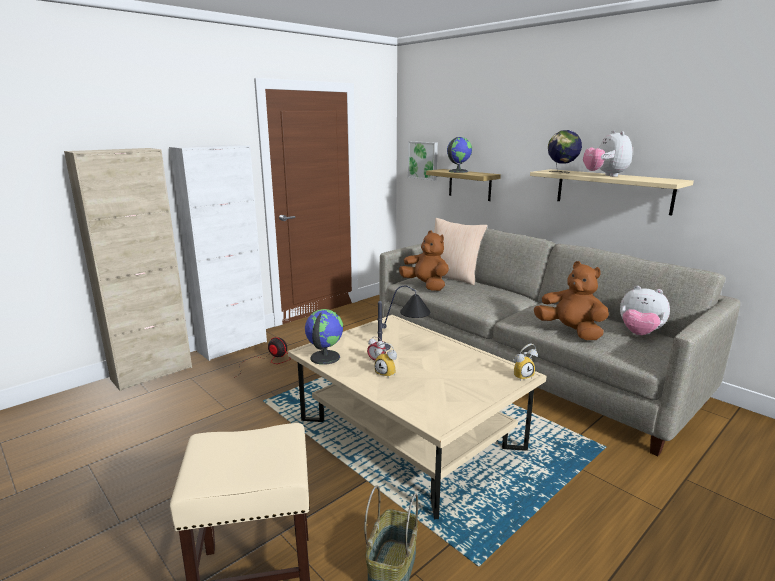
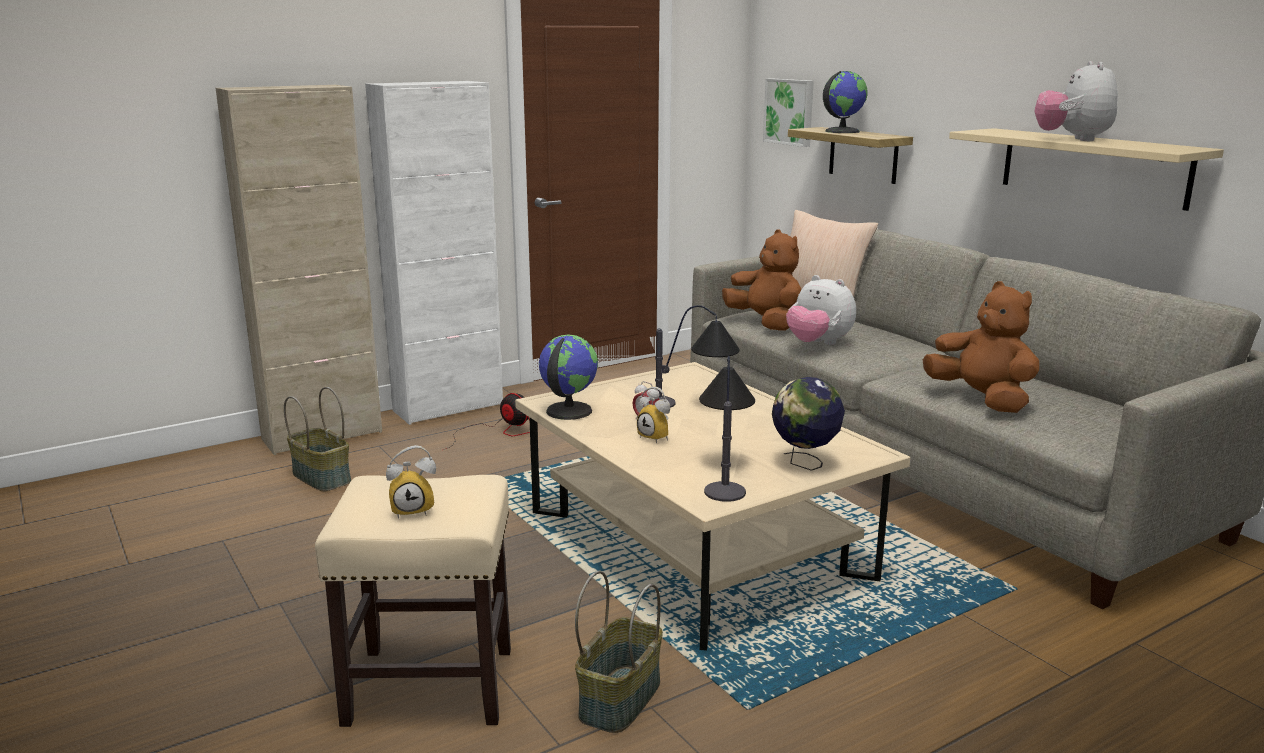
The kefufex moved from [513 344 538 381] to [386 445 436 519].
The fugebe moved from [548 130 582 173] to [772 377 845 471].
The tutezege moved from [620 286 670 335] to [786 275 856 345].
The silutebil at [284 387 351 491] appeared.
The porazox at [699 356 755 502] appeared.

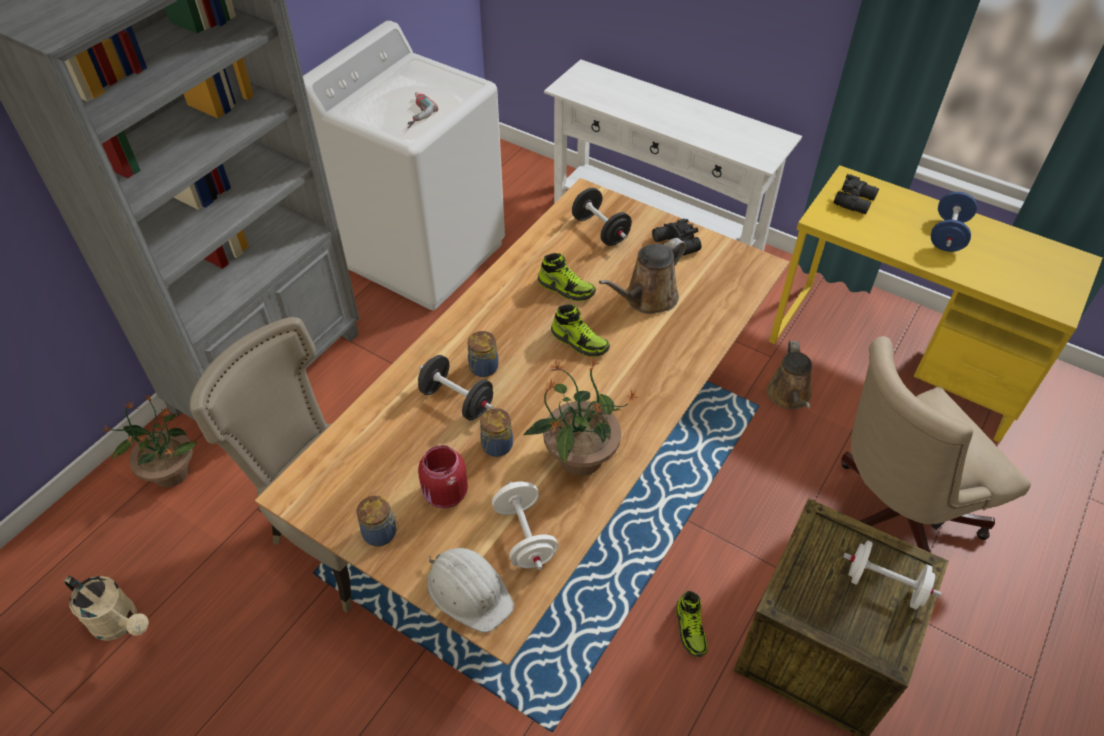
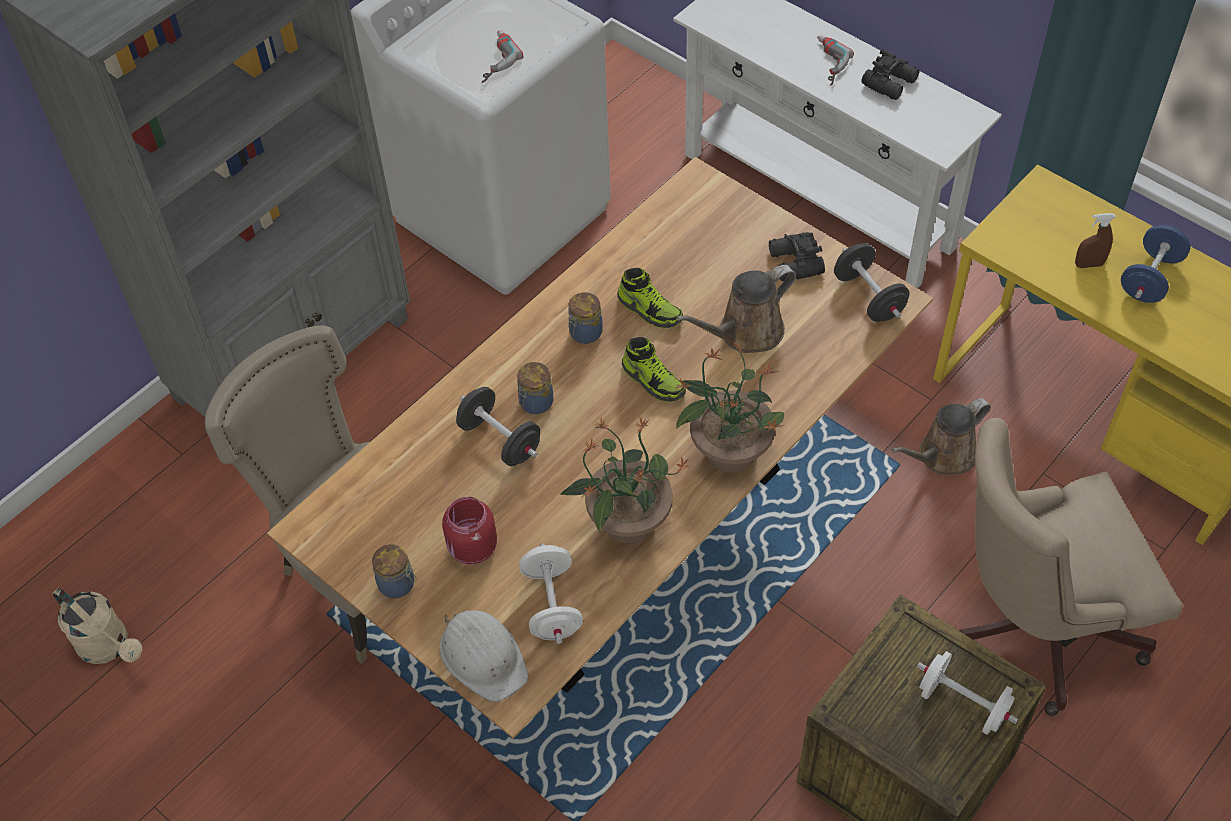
The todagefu moved from [101 395 197 488] to [675 342 784 473].
The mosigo moved from [480 408 513 457] to [568 292 603 344].
The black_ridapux moved from [572 188 632 246] to [834 243 910 322].
The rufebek at [676 591 708 657] disappeared.
The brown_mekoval at [767 341 812 410] turned 45 degrees clockwise.
The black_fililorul moved from [834 174 879 214] to [861 49 919 100].
The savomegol at [817 35 854 86] appeared.
The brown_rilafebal at [1075 213 1116 268] appeared.

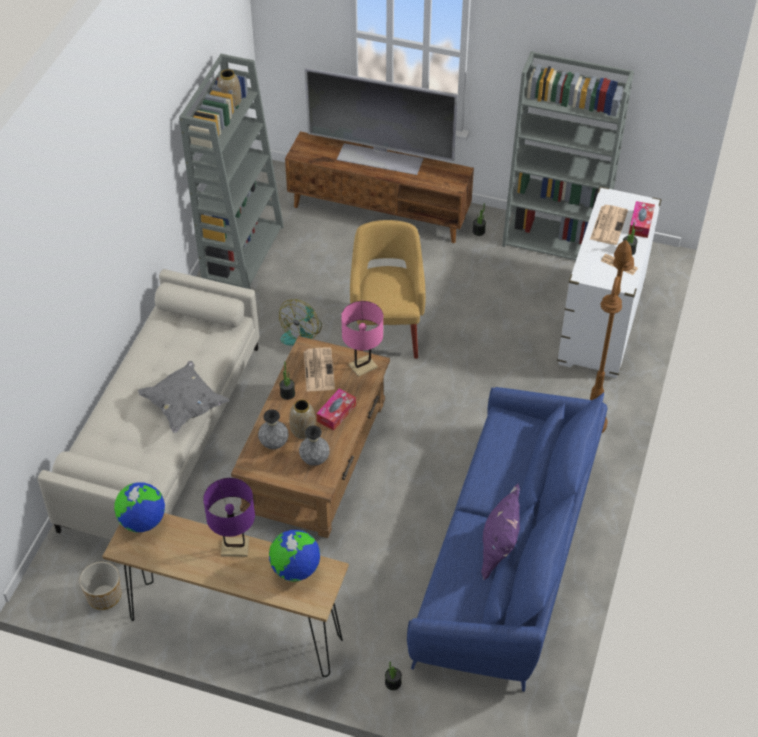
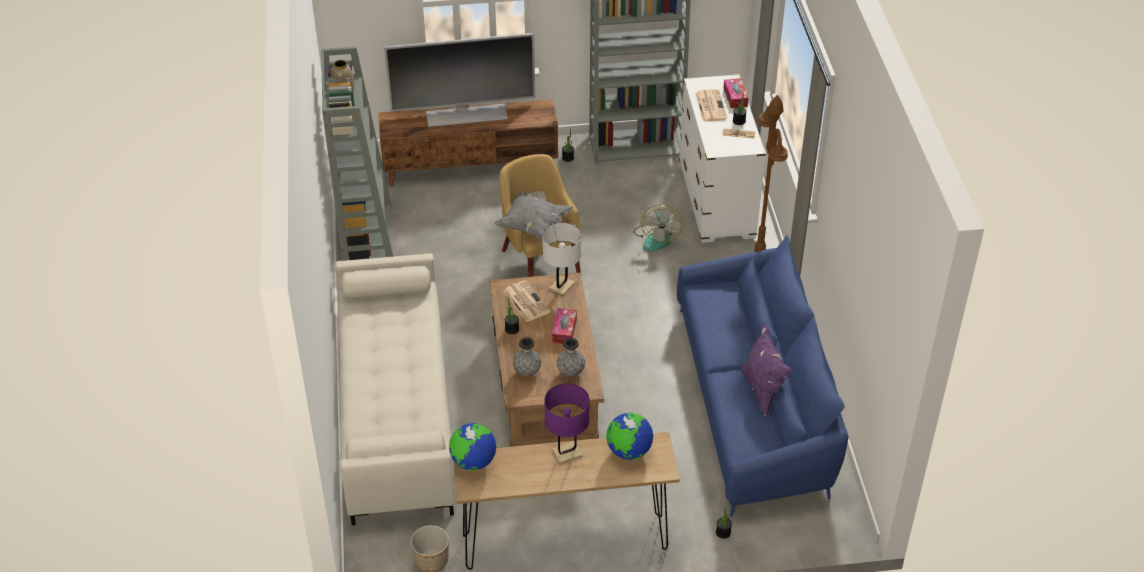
The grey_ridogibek moved from [138 361 230 433] to [494 191 574 241].
The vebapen moved from [279 299 322 346] to [633 204 684 252].
The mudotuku at [289 399 316 439] disappeared.
The pink_porazox at [341 301 383 377] became the white_porazox at [542 222 581 296].

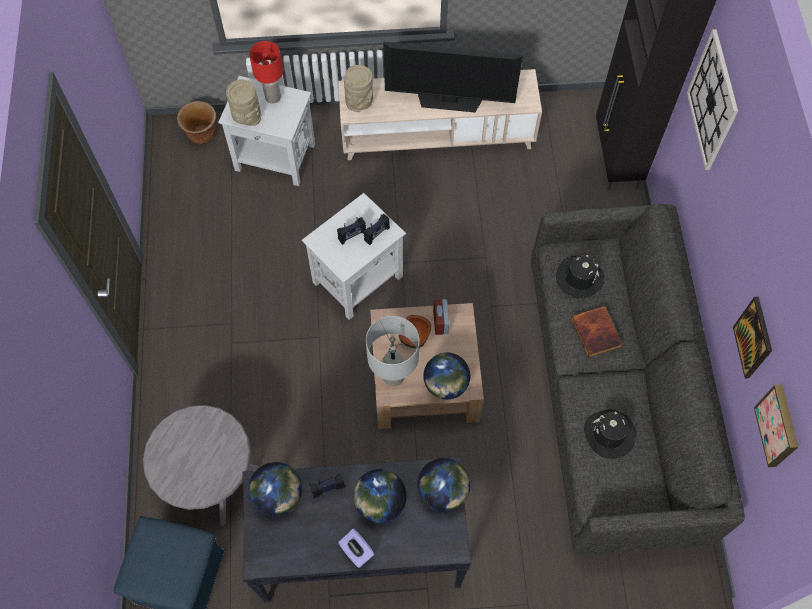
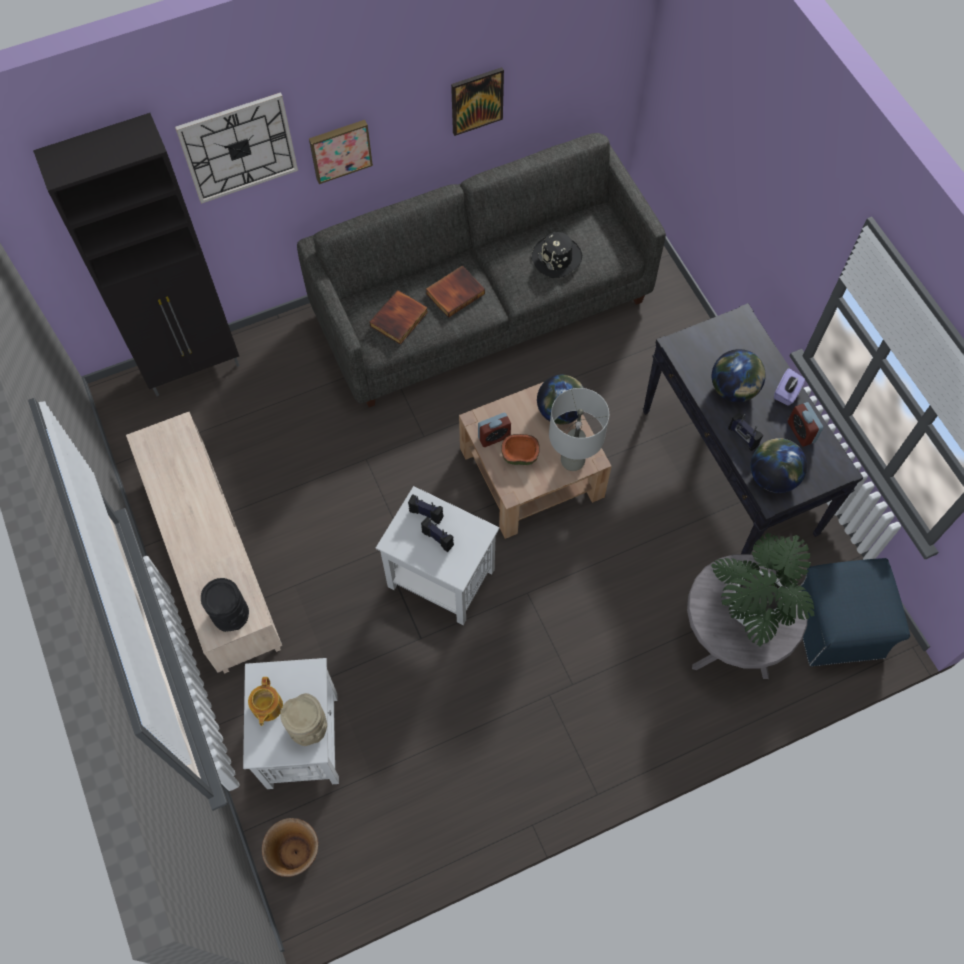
The red_porazox at [249 41 283 103] was replaced by the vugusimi at [248 677 283 726].
The beige_mudotuku at [344 65 373 112] became the black_mudotuku at [201 578 249 632].
The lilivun at [383 42 523 112] disappeared.
The fugebe at [417 458 470 512] disappeared.
The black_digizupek at [556 255 605 298] was replaced by the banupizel at [370 290 428 345].
The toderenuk moved from [754 384 798 467] to [309 120 373 184].
The todagefu at [711 533 815 646] appeared.
The kefufex at [788 402 823 447] appeared.

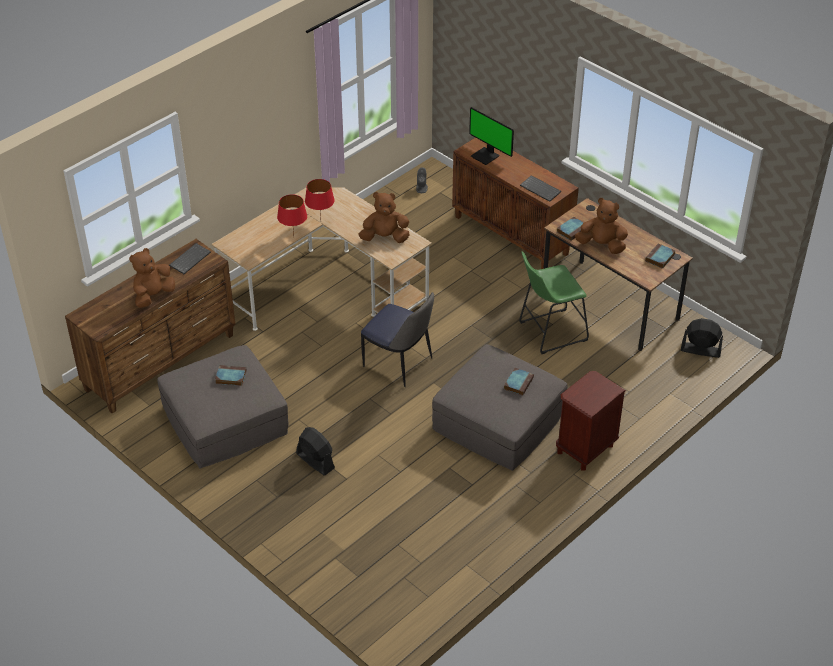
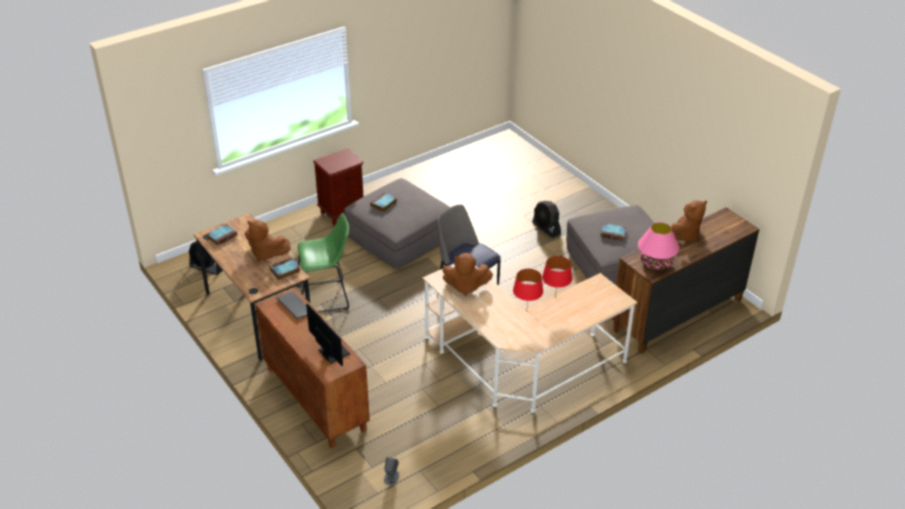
The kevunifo at [169 243 211 274] was replaced by the pink_porazox at [638 222 679 270].

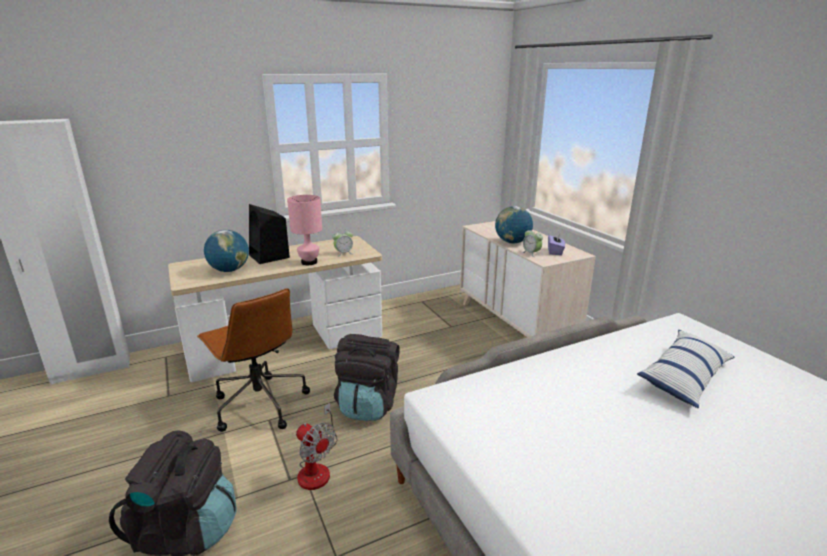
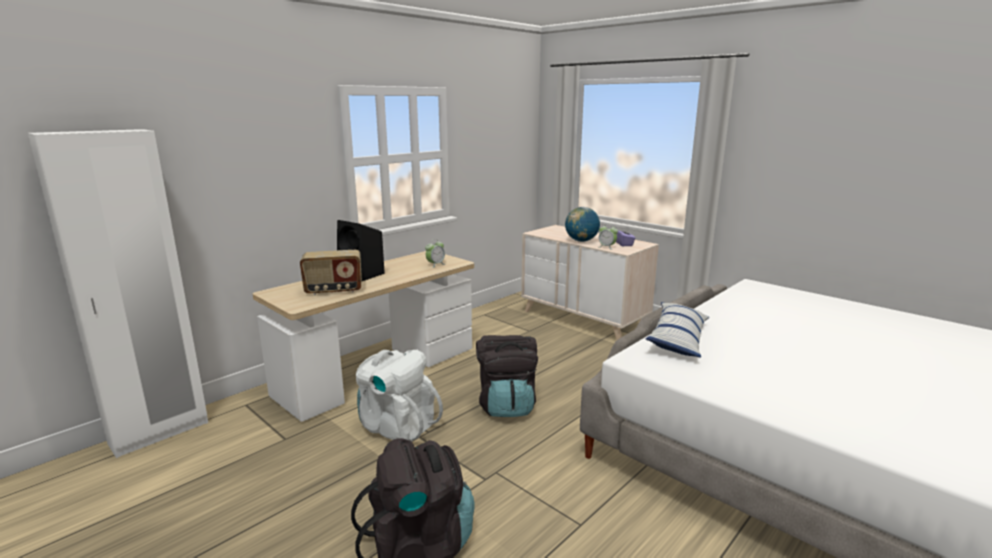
The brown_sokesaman at [197 288 310 432] was replaced by the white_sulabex at [356 350 443 442].
The fugebe at [204 230 249 272] was replaced by the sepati at [300 250 362 295].
The pink_porazox at [287 195 322 265] disappeared.
The vebapen at [296 403 337 490] disappeared.
The ridogibek moved from [637 330 734 408] to [646 302 709 358].

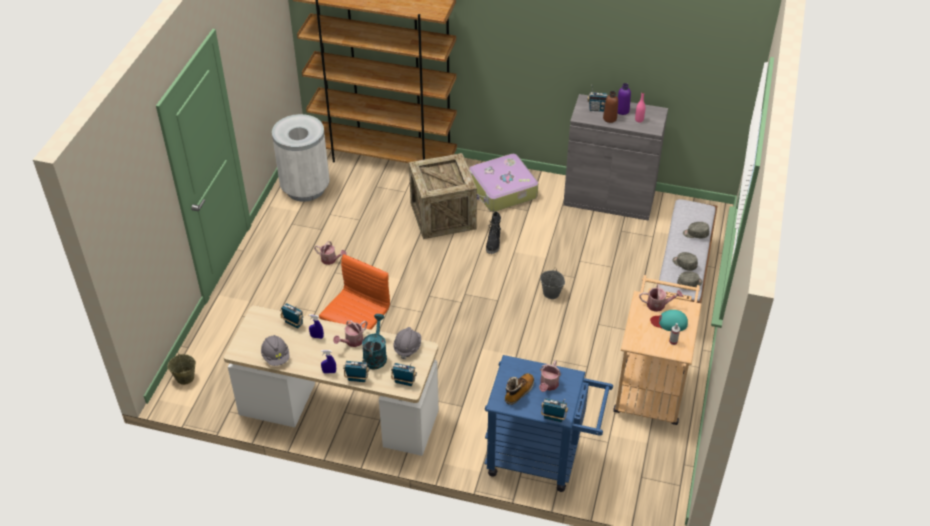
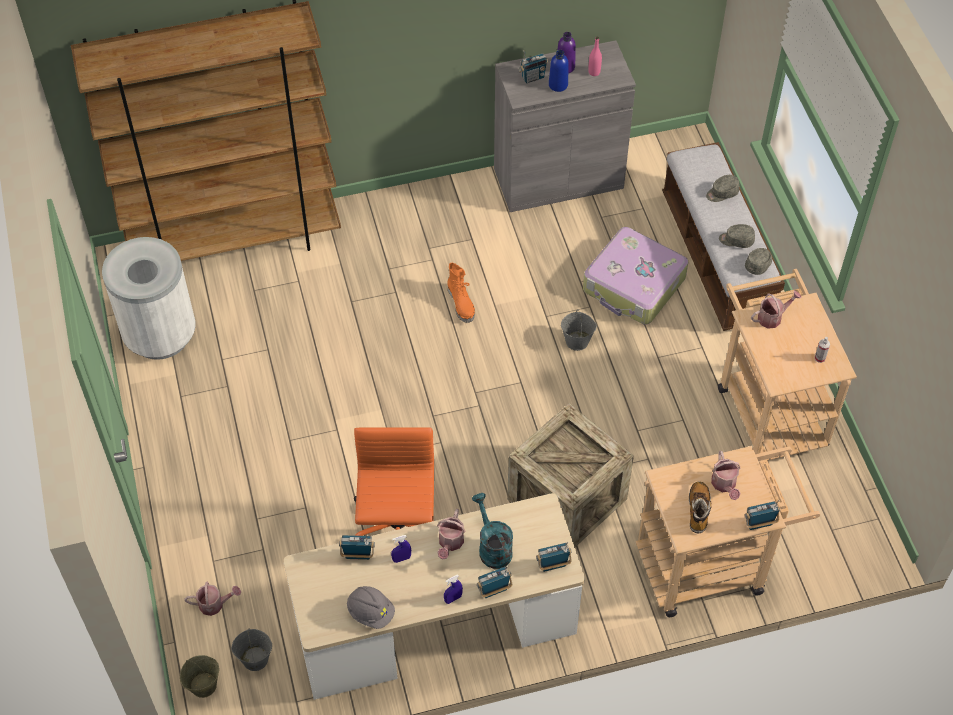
The mekoval moved from [314 241 347 265] to [185 582 241 616].
The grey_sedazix at [394 327 421 359] disappeared.
The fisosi moved from [409 153 477 239] to [507 403 634 547].
The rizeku moved from [469 154 538 212] to [583 227 688 325].
The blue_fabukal at [484 355 613 492] became the beige_fabukal at [636 446 820 617].
The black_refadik at [486 212 501 254] became the orange_refadik at [447 263 475 323].
The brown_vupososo at [603 91 618 123] became the blue_vupososo at [549 50 569 92].
The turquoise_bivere at [650 310 688 331] disappeared.
The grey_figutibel at [231 628 272 671] appeared.

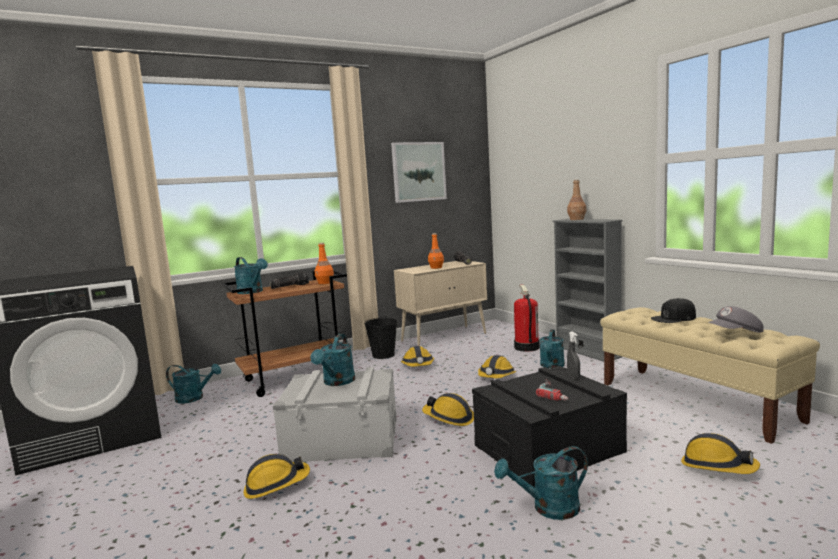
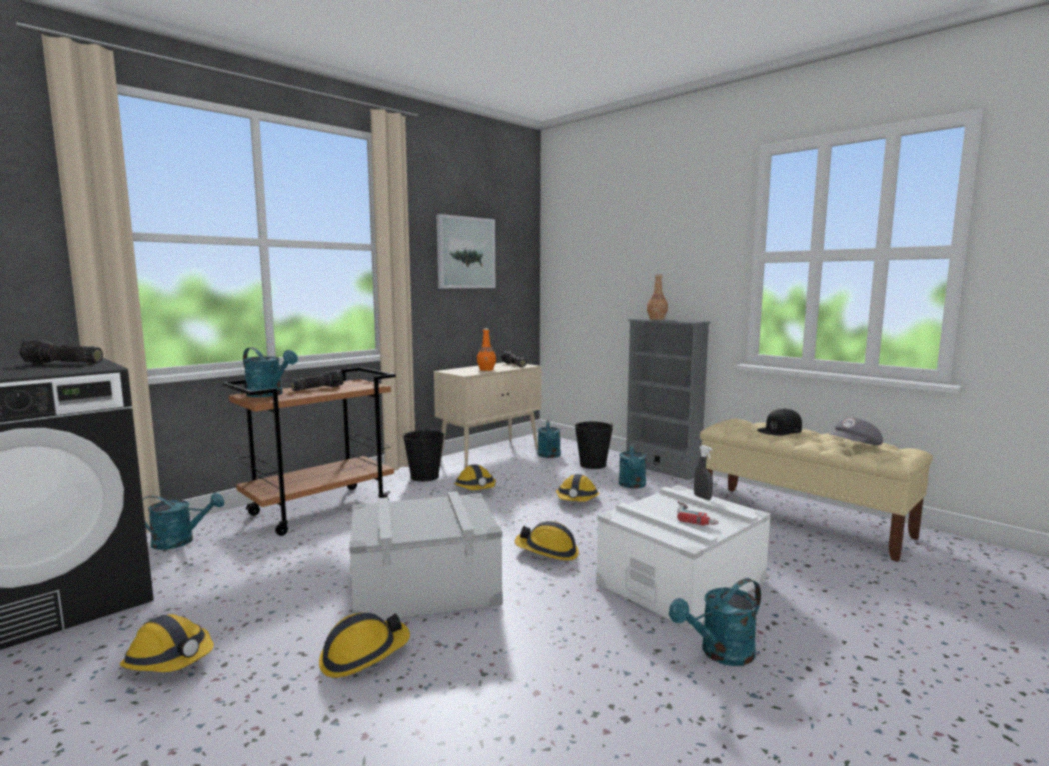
The turquoise_mekoval moved from [310 334 355 386] to [538 420 561 458].
The orange_vupososo at [315 243 334 284] disappeared.
The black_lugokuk at [472 366 627 487] became the white_lugokuk at [596 485 771 631].
The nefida at [514 285 540 352] was replaced by the black_figutibel at [575 421 613 469].
The sedazix moved from [681 433 760 474] to [120 614 214 672].
The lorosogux at [19 339 103 364] appeared.

